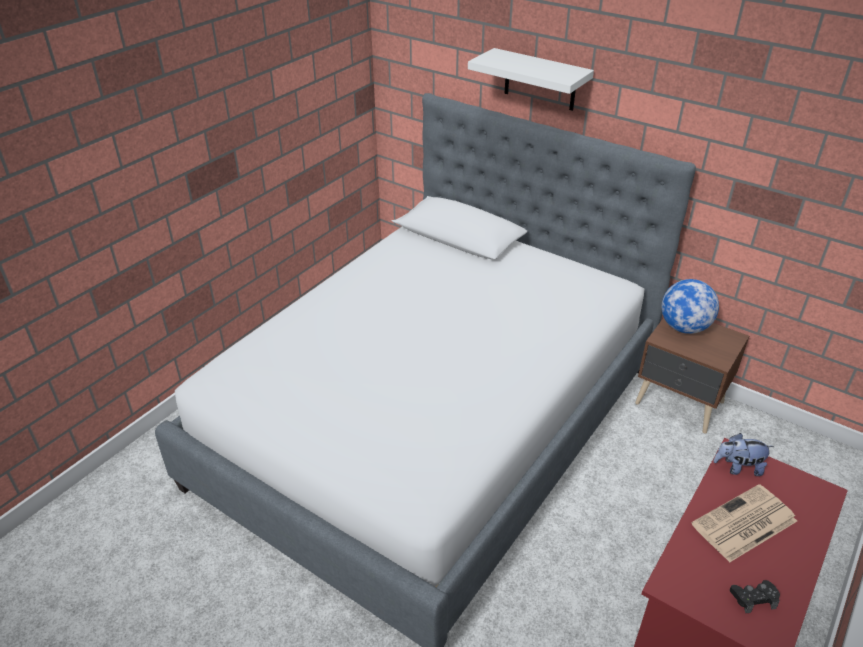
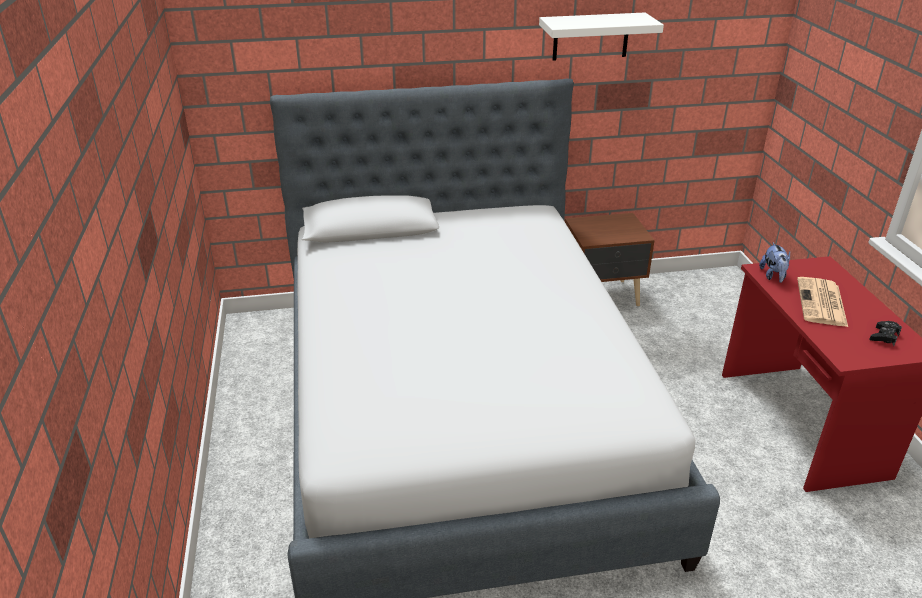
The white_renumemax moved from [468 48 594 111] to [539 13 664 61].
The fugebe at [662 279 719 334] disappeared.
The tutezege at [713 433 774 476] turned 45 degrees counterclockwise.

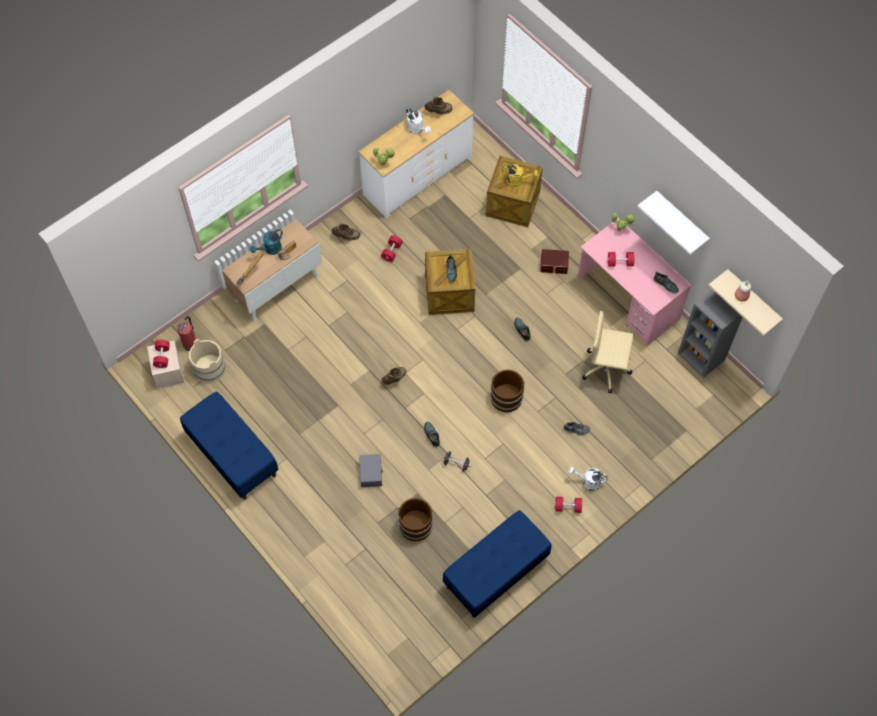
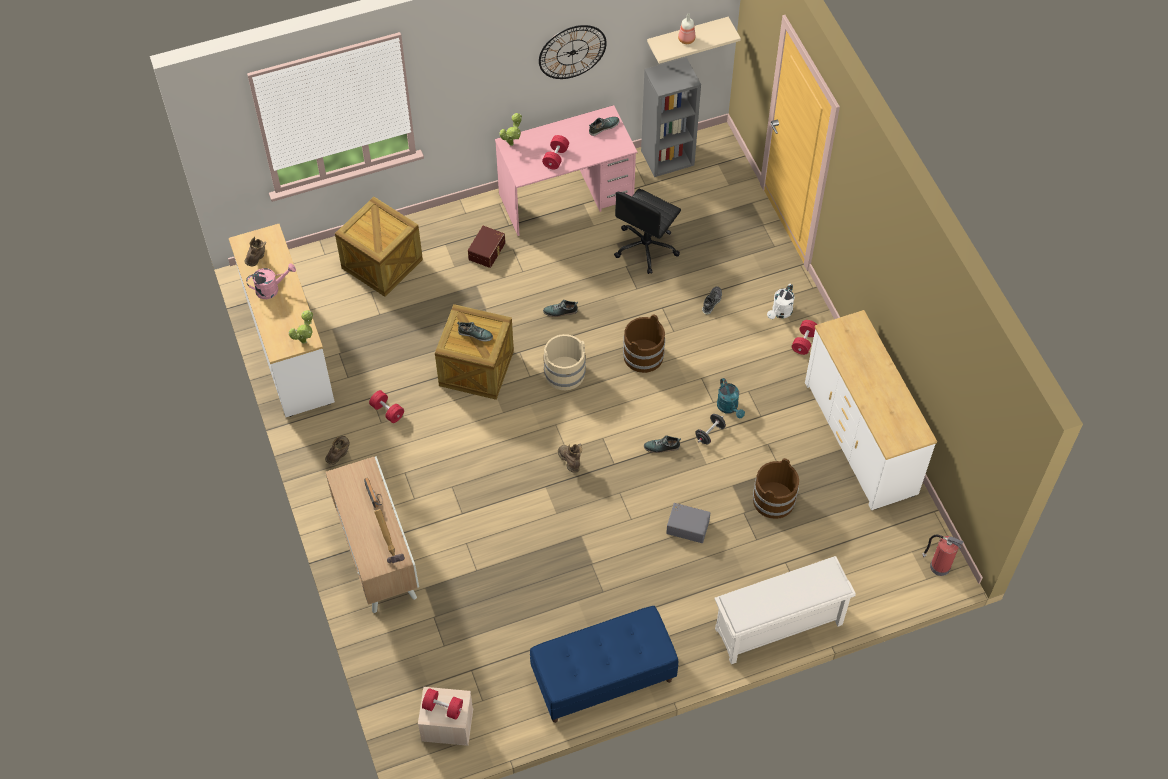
The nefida moved from [177 316 196 351] to [922 535 963 576].
The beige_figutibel moved from [189 339 225 383] to [543 334 586 390].
The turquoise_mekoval moved from [250 229 283 255] to [717 378 745 418].
The white_mekoval at [406 108 431 134] became the pink_mekoval at [246 263 296 299].
The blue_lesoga at [443 510 551 618] was replaced by the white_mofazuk at [805 310 937 510].
The yellow_mekoval at [502 164 539 187] disappeared.
The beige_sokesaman at [582 311 634 393] became the black_sokesaman at [614 189 681 274].
The white_renumemax at [637 191 710 255] was replaced by the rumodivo at [539 25 607 79].
The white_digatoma at [714 556 856 664] appeared.

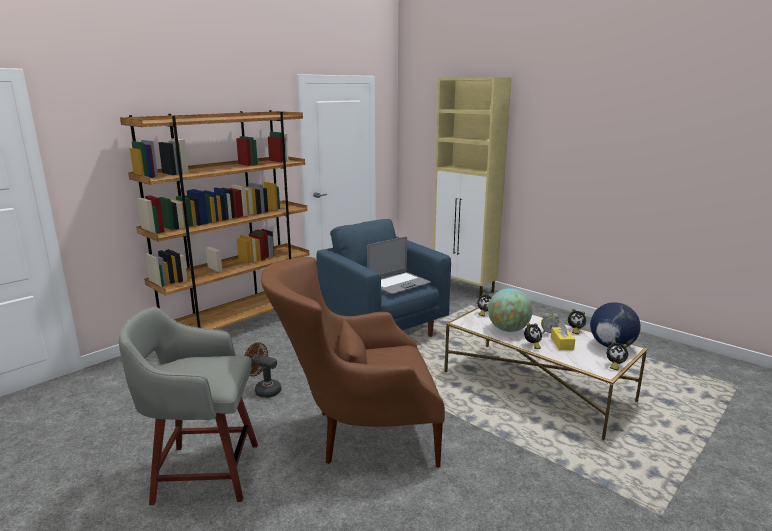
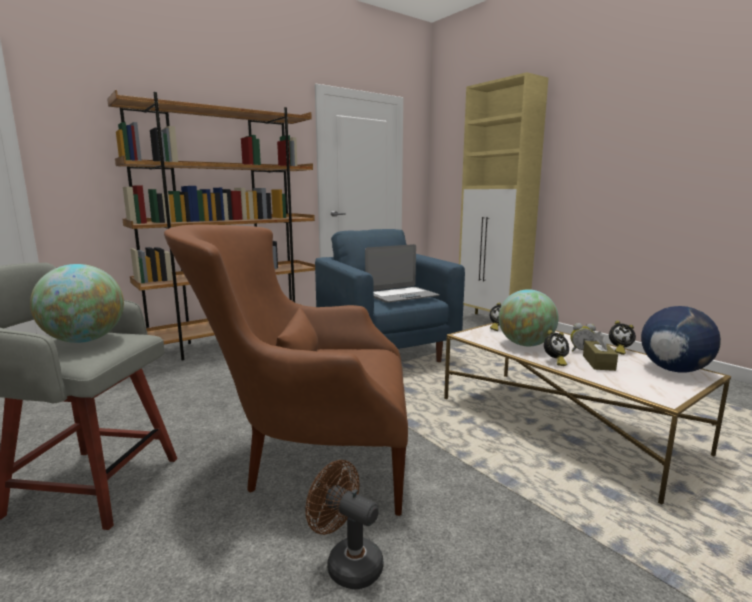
The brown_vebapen moved from [244 342 282 398] to [305 460 383 590].
The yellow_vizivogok at [551 322 575 350] became the brown_vizivogok at [583 331 618 371].
The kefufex at [606 340 628 370] disappeared.
The fugebe at [30 264 124 343] appeared.

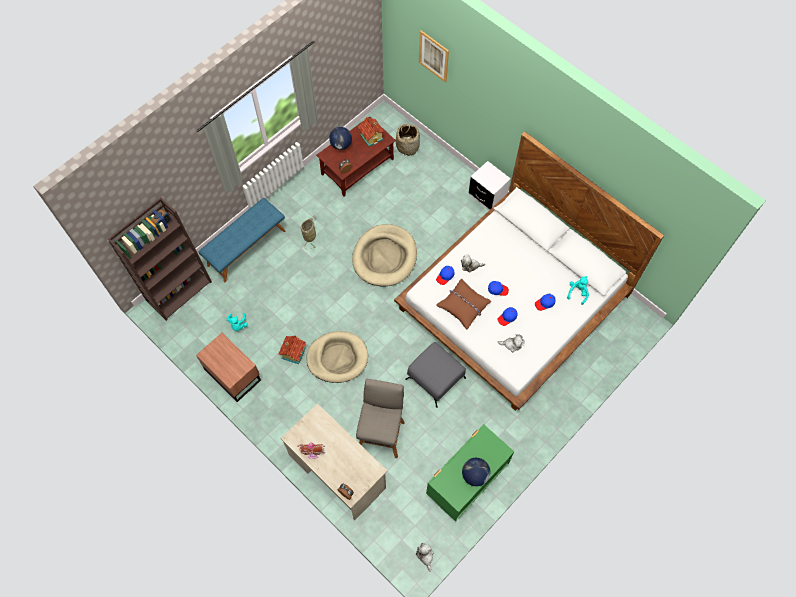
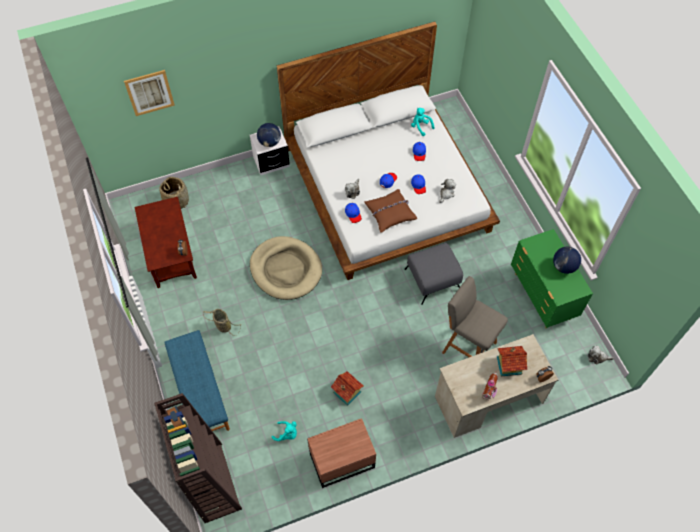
The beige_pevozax at [306 331 368 383] disappeared.
The fugebe moved from [329 127 352 150] to [257 123 281 147].
The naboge moved from [358 117 385 147] to [497 346 527 376].

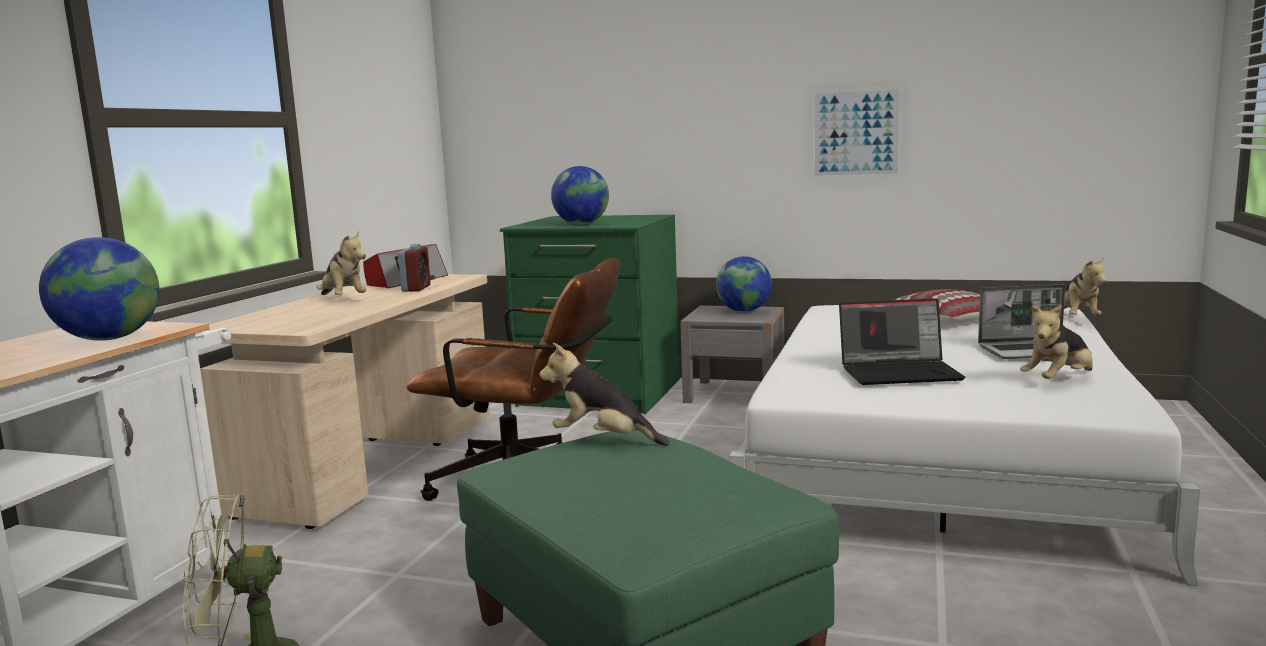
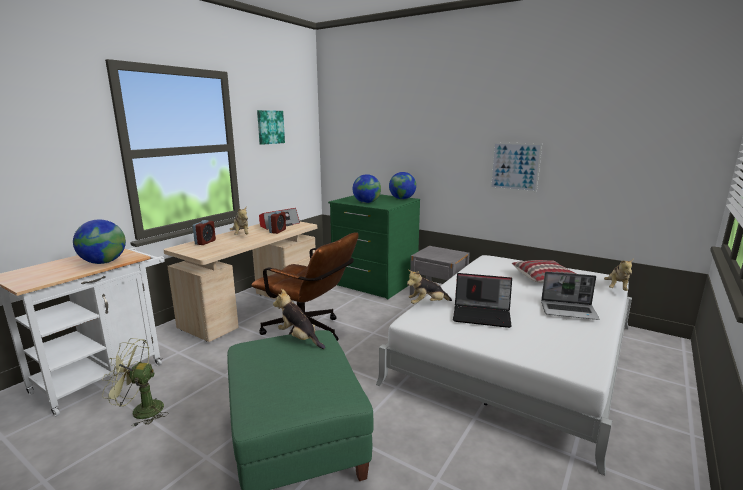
The fugebe moved from [716 256 772 312] to [389 172 416 200].
The tutezege moved from [1020 305 1093 379] to [407 270 452 304].
The kefufex at [193 220 216 245] appeared.
The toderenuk at [257 110 285 145] appeared.

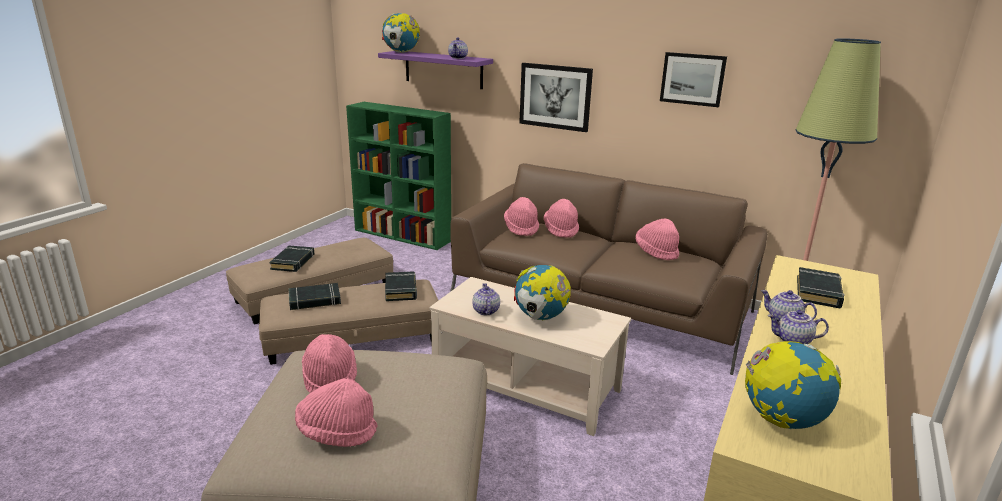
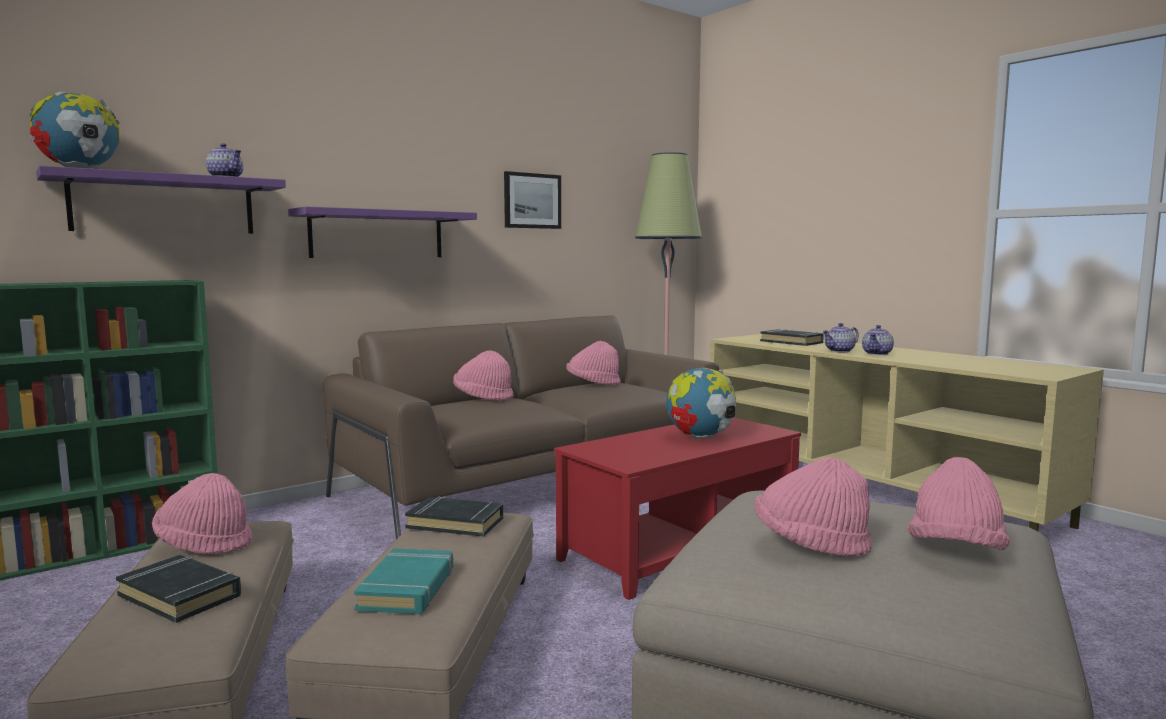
The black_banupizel at [289 283 341 310] became the turquoise_banupizel at [354 548 453 614].
The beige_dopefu at [429 277 631 436] became the red_dopefu at [554 417 801 600].
The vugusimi at [472 283 500 315] disappeared.
The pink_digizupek moved from [504 197 539 236] to [152 473 252 554].
The toderenuk at [519 63 593 132] was replaced by the purple_renumemax at [288 206 477 258].
The fugebe at [745 341 842 429] disappeared.

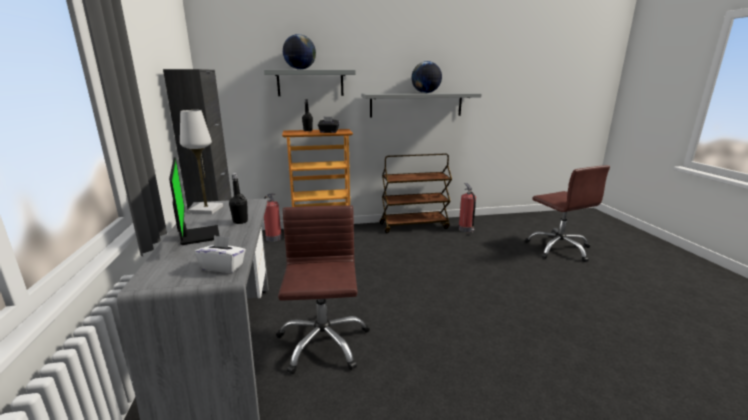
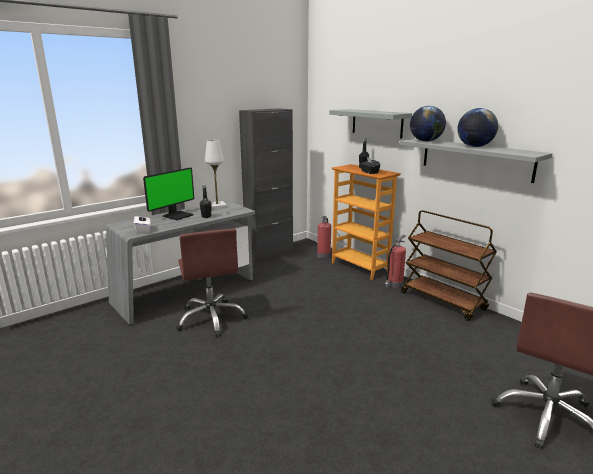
The brown_sokesaman at [276 205 370 374] turned 105 degrees clockwise.
The fugebe moved from [283 34 316 70] to [410 106 446 141].
The nefida moved from [458 183 476 233] to [385 235 406 288].

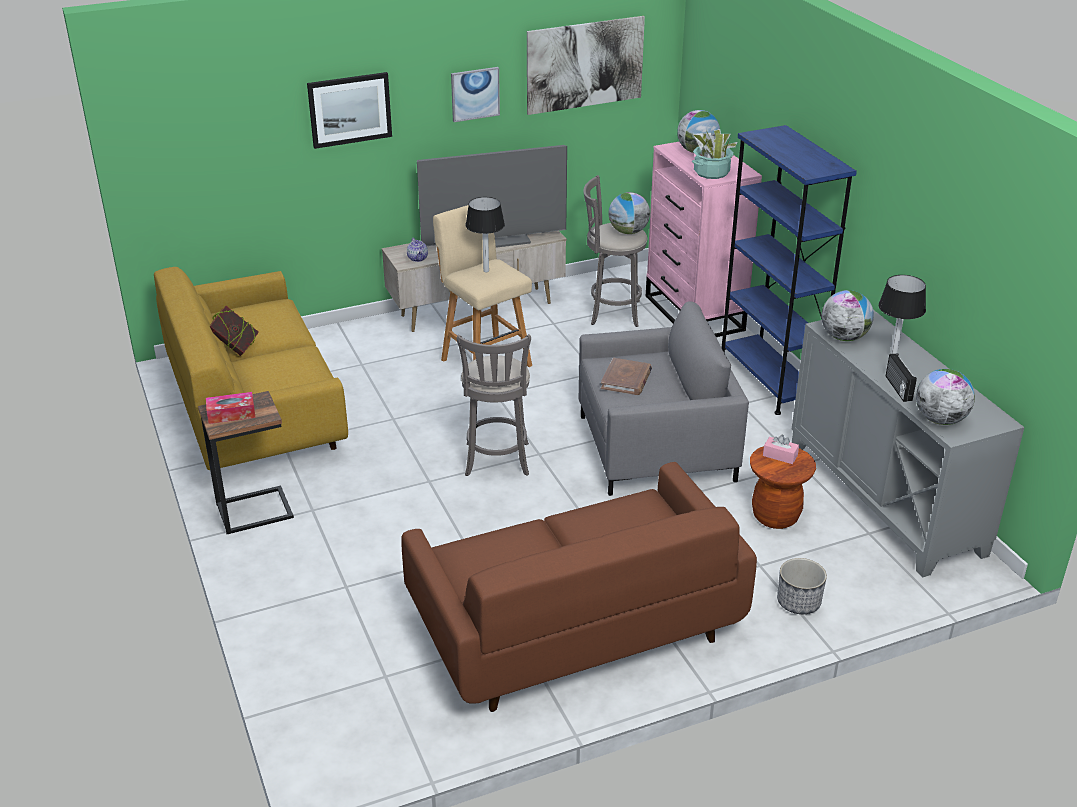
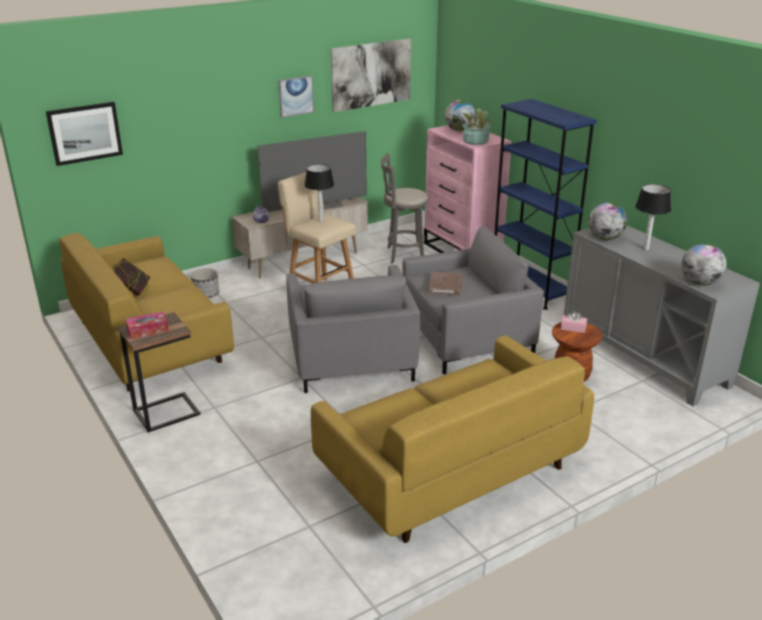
The toderenuk moved from [307 72 392 149] to [46 102 123 166].
The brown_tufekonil at [401 462 757 712] became the yellow_tufekonil at [311 335 594 543].
The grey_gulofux at [456 334 531 476] was replaced by the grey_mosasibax at [286 265 420 393].
The fugebe at [609 192 650 234] disappeared.
The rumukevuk moved from [777 558 827 614] to [190 268 219 298].
The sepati at [886 353 917 402] disappeared.

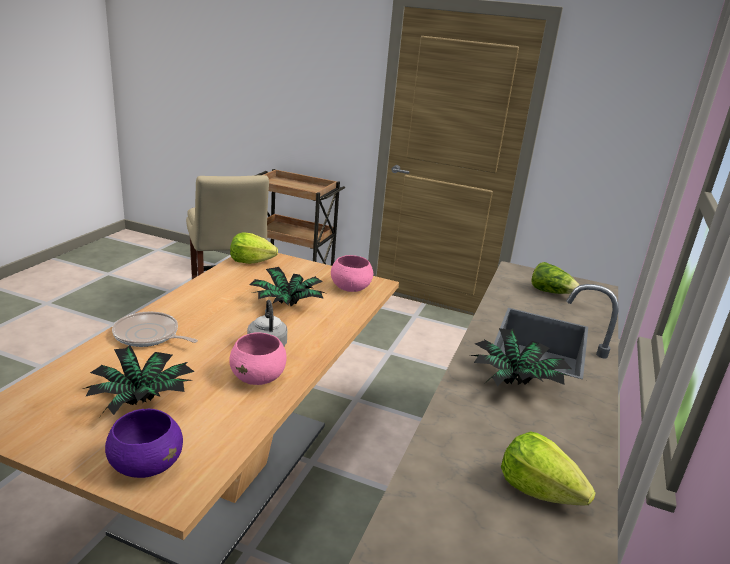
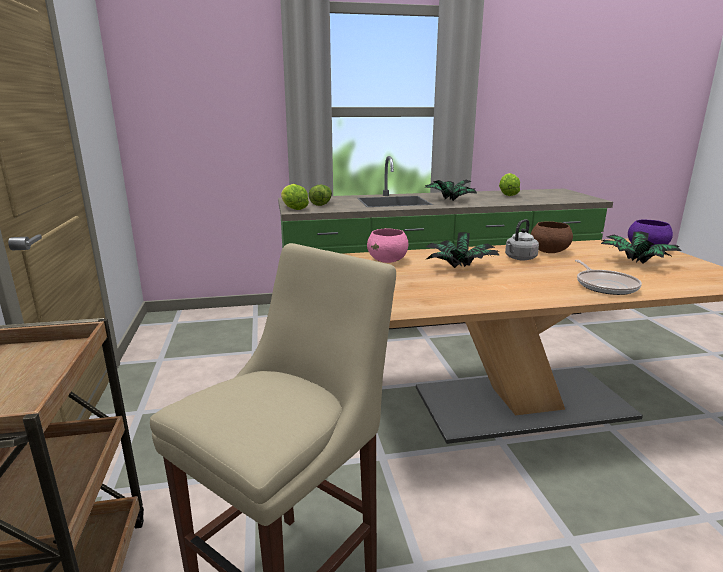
The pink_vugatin at [229 332 286 385] became the brown_vugatin at [531 221 573 253].
The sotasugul moved from [230 232 278 264] to [281 184 309 210].

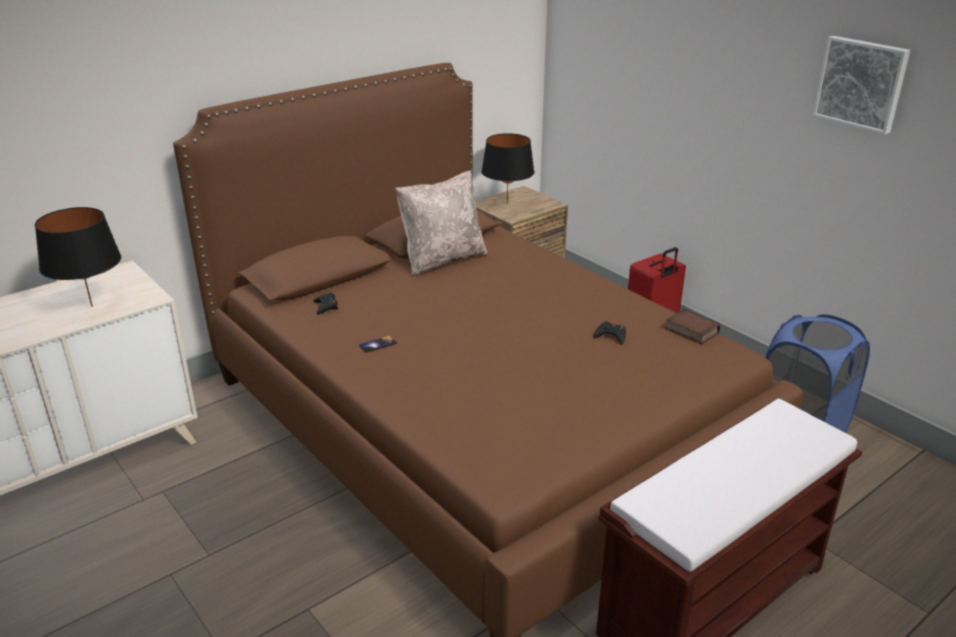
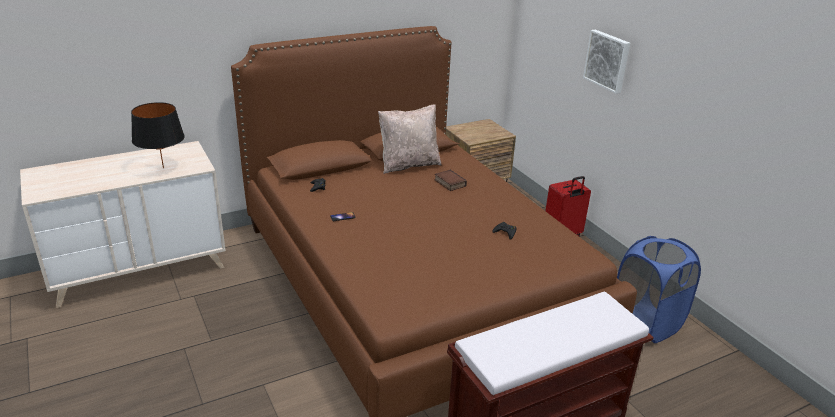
The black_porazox at [481 133 535 205] disappeared.
The banupizel moved from [665 309 720 344] to [434 170 467 191].
The toderenuk moved from [813 36 910 135] to [583 29 630 94].

